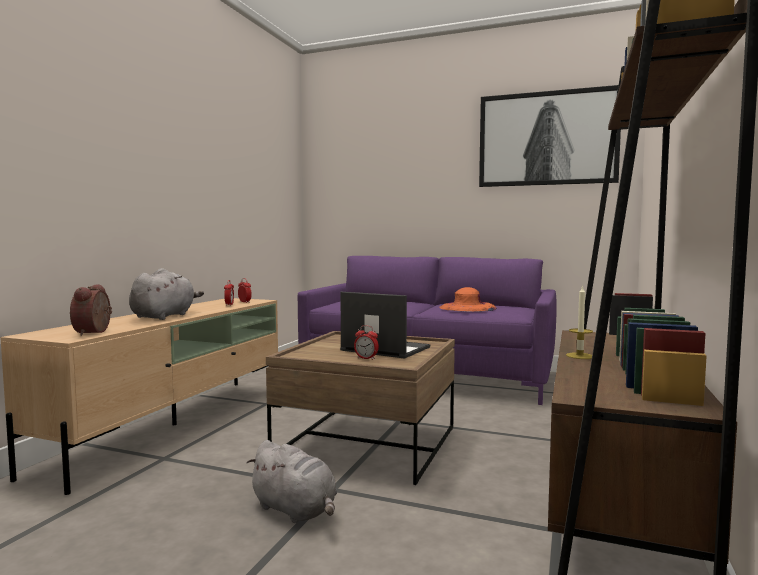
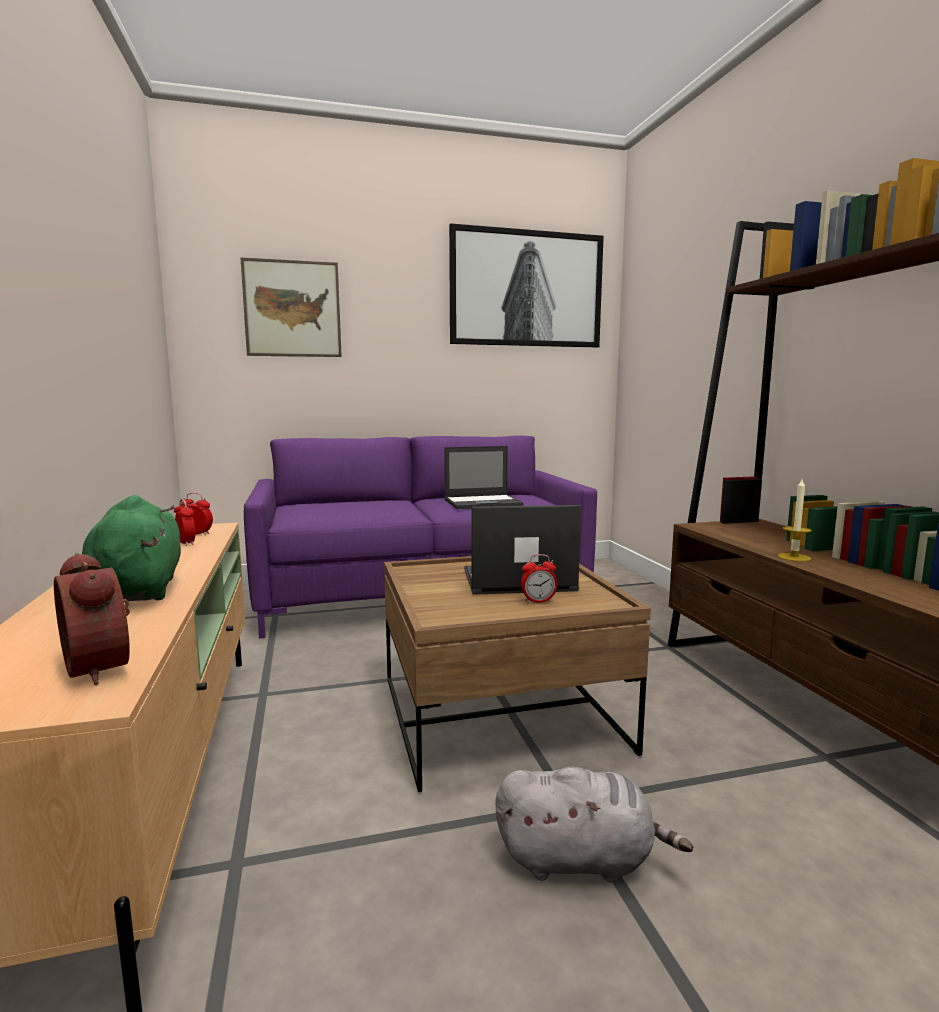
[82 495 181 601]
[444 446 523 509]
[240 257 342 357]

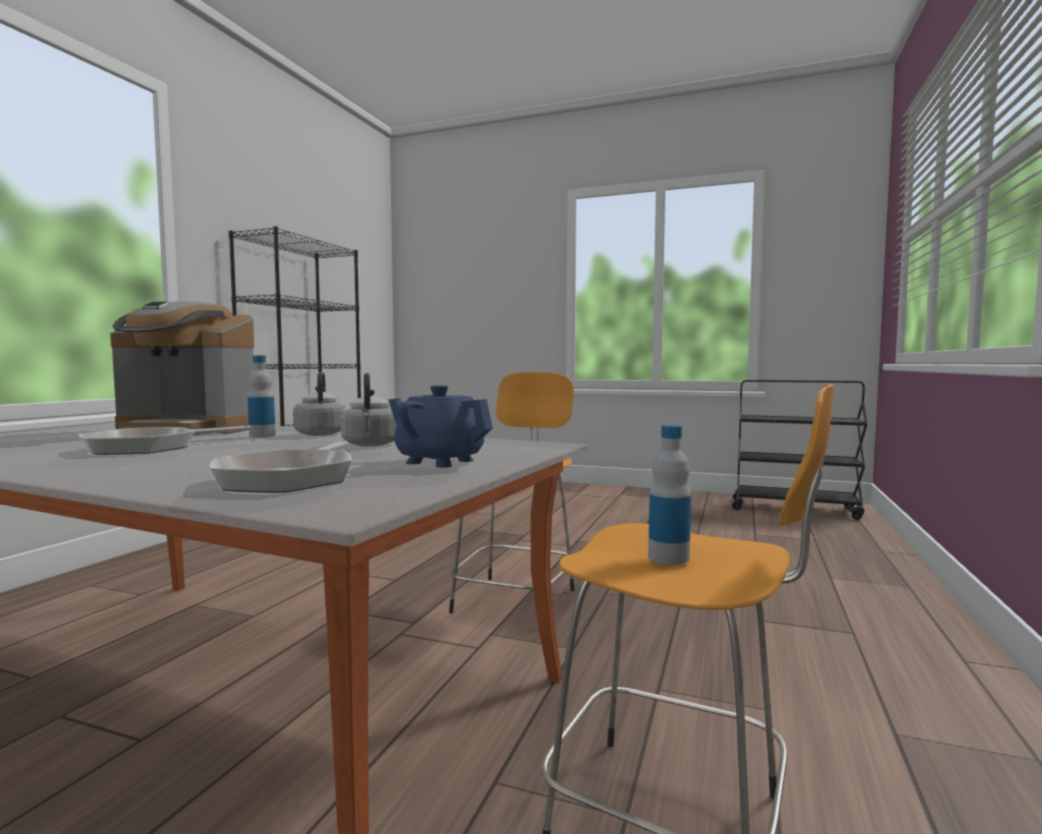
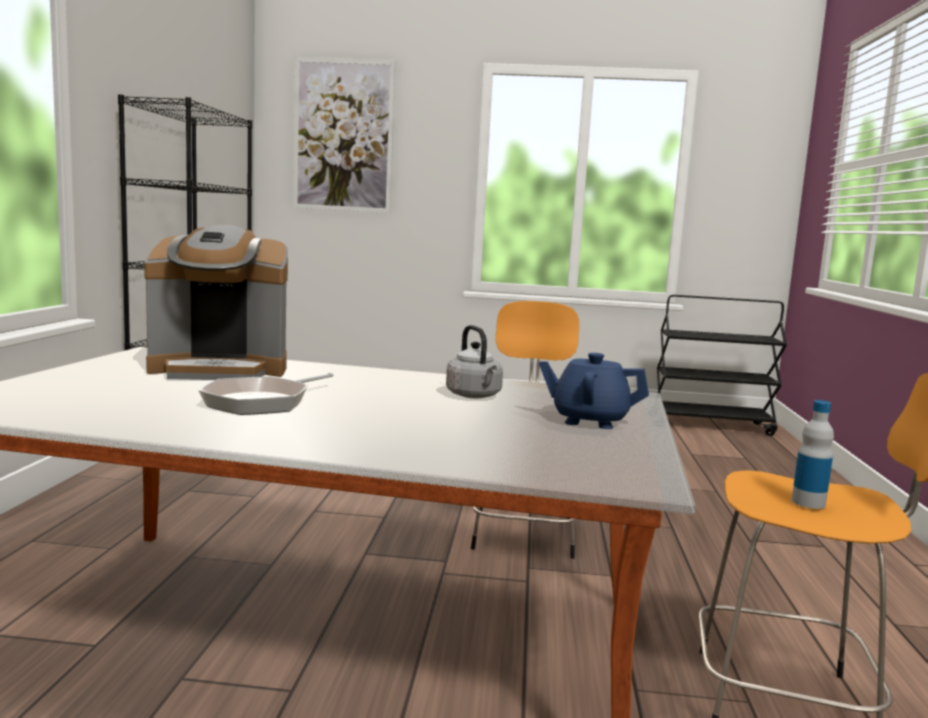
[209 441 352 493] (first image)
[248 355 276 438] (first image)
[293 372 346 436] (first image)
[293 57 396 213]

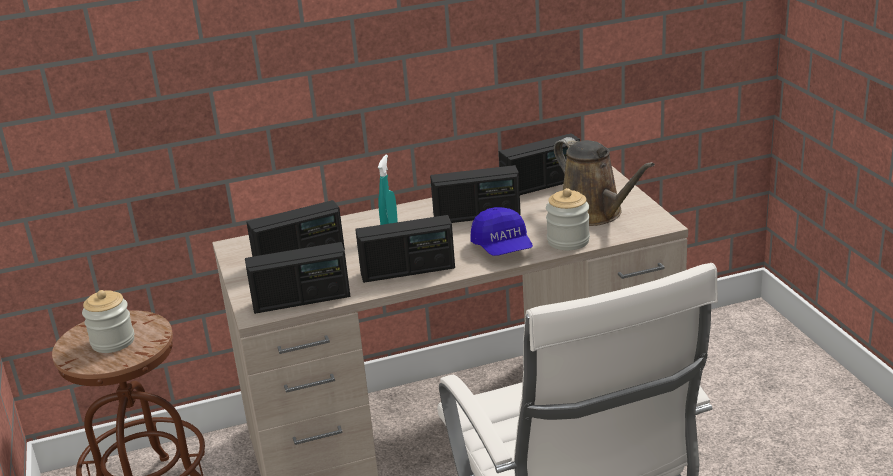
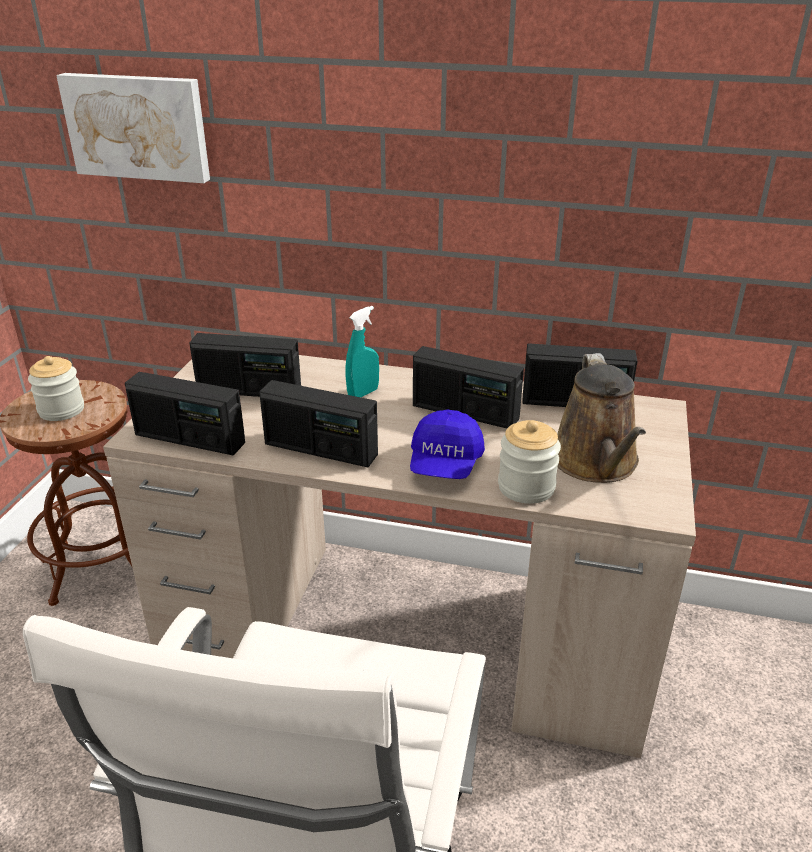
[56 73 210 183]

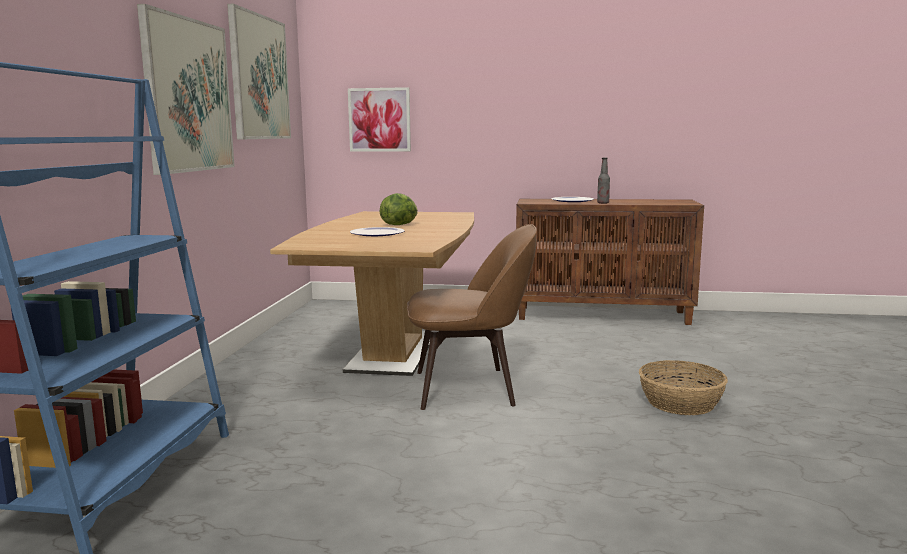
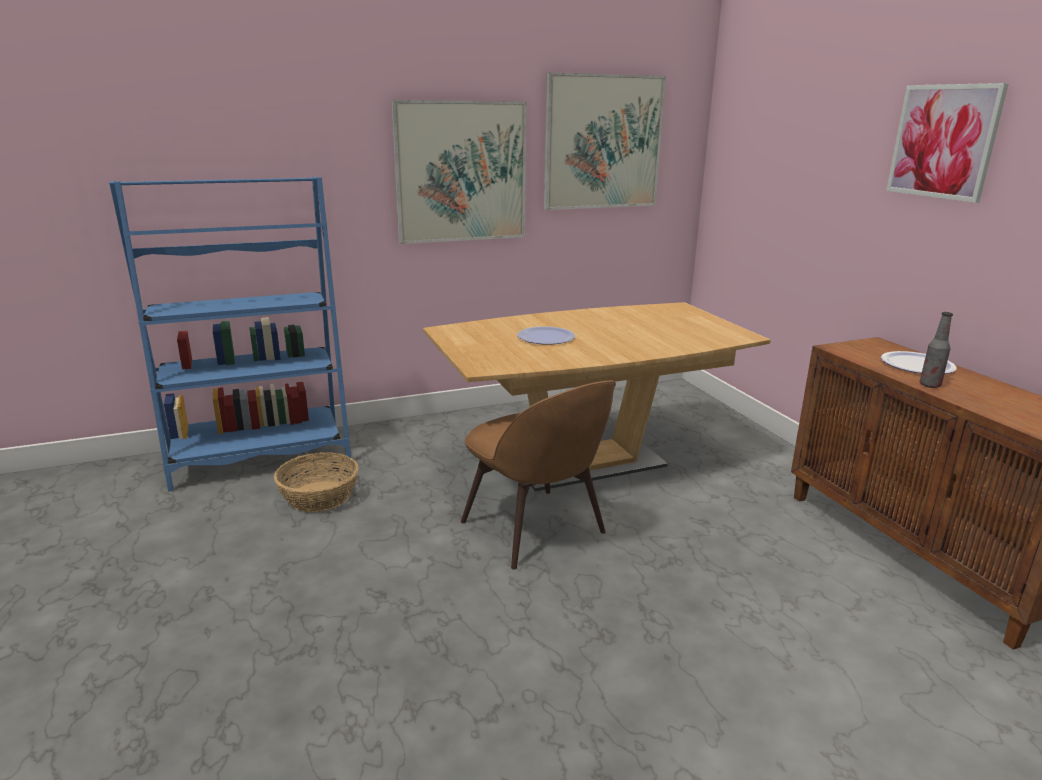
[886 83 1009 203]
[380 193 418 225] (first image)
[274 452 359 512]

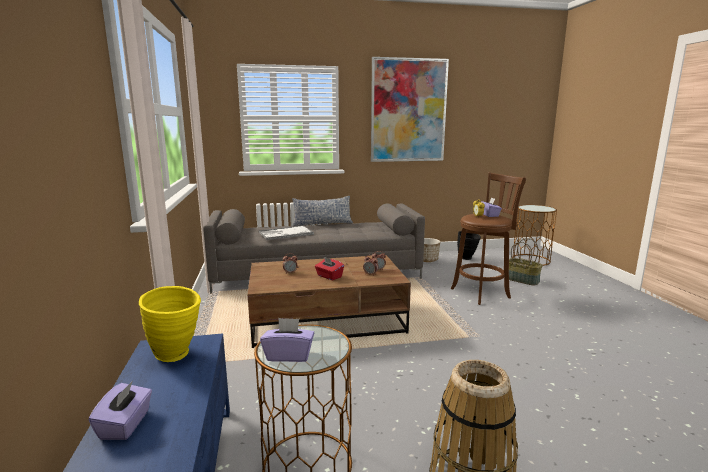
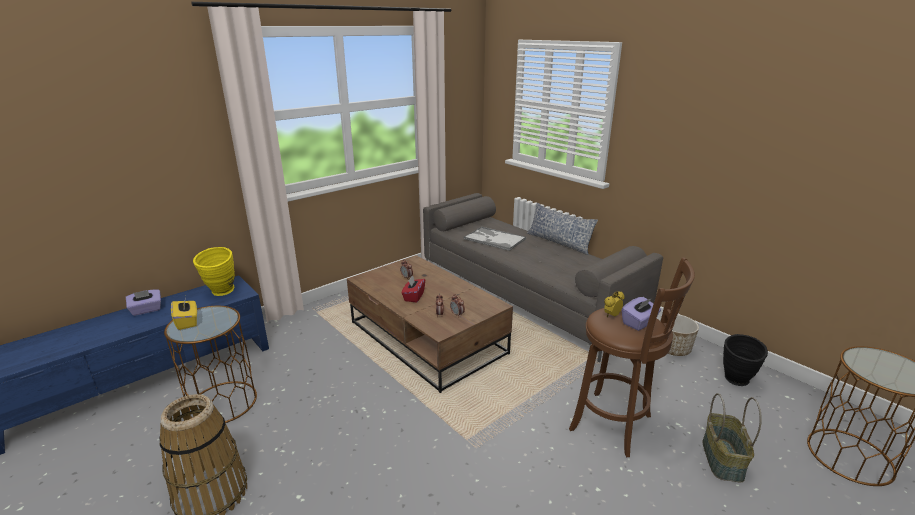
[171 297 197 330]
[371 57 449 162] (first image)

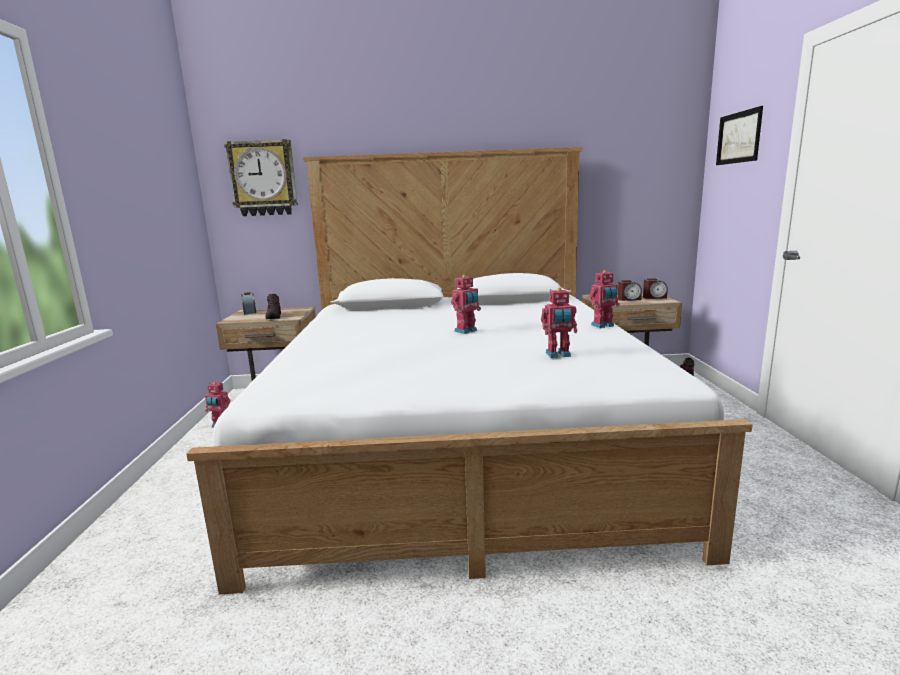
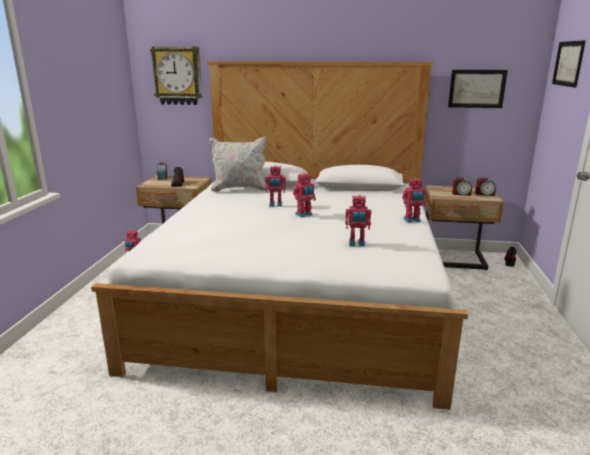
[209 137 268 192]
[265 165 286 207]
[448 70 508 108]

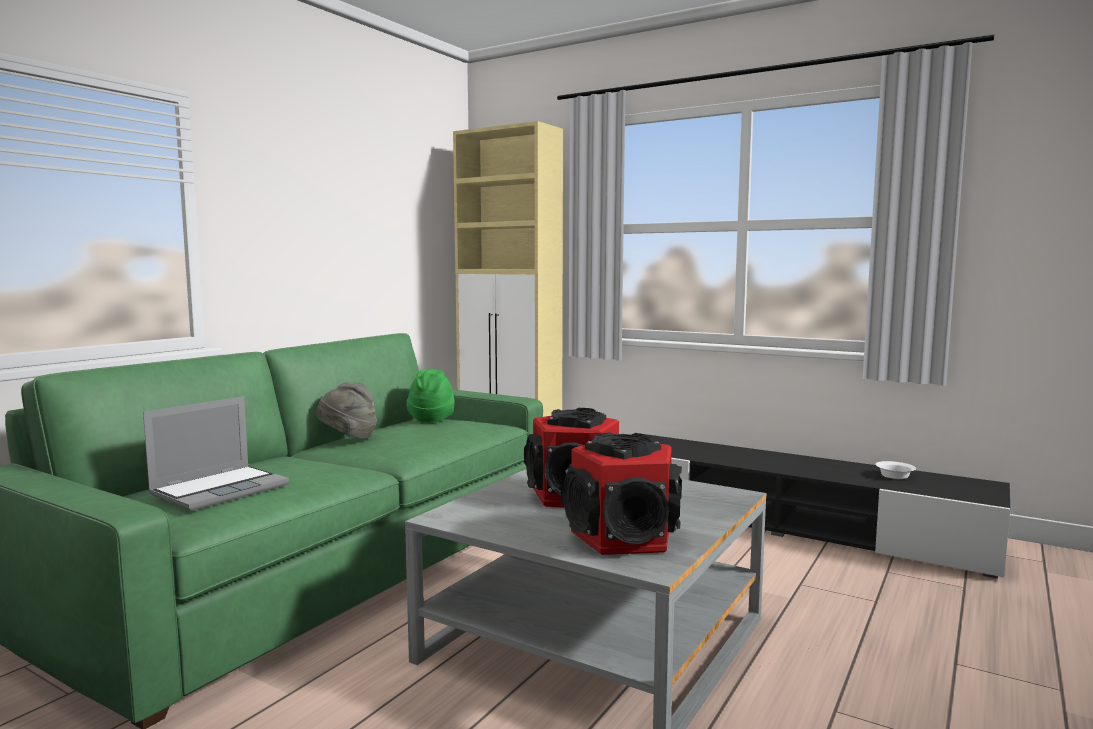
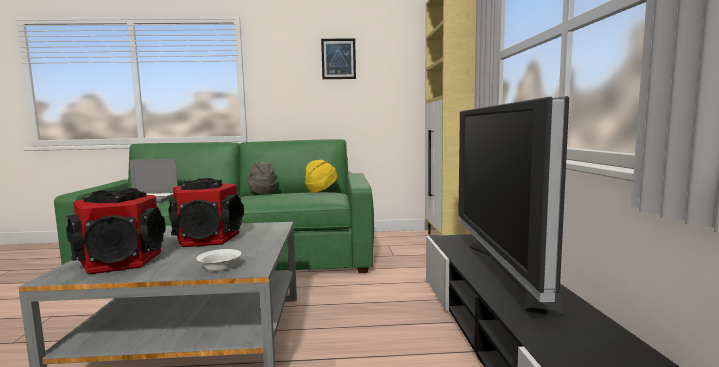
[305 160 338 193]
[196 249 241 271]
[321 38 356 79]
[458 96 569 316]

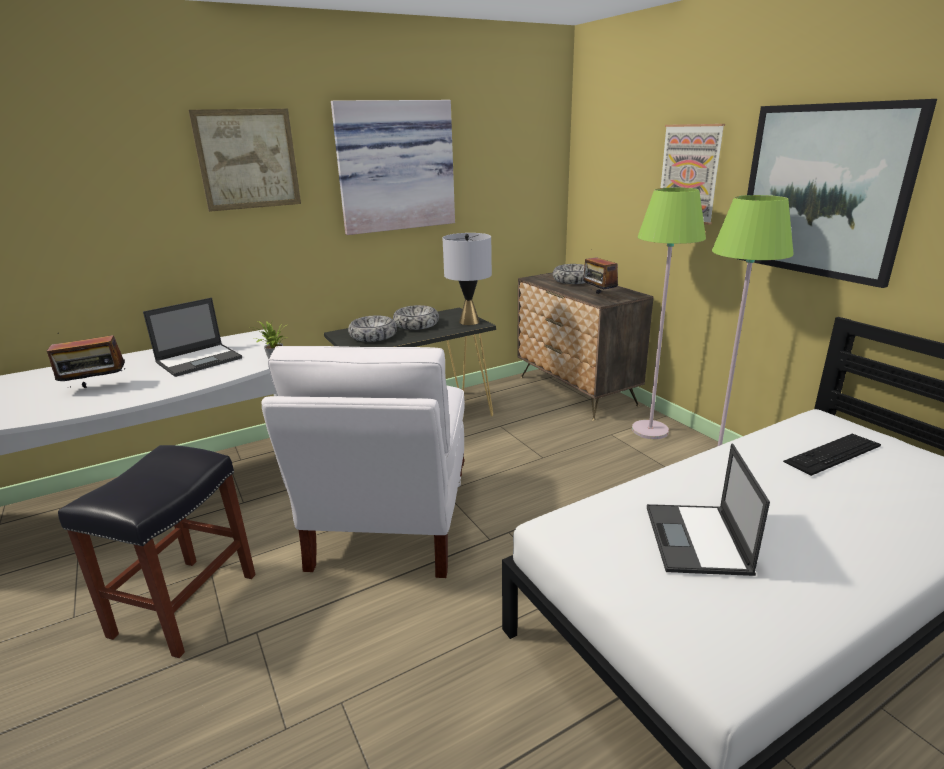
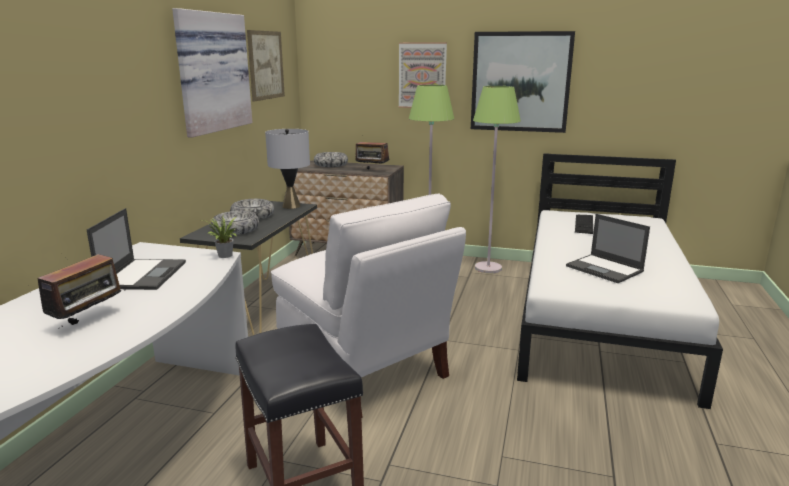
[247 30 285 101]

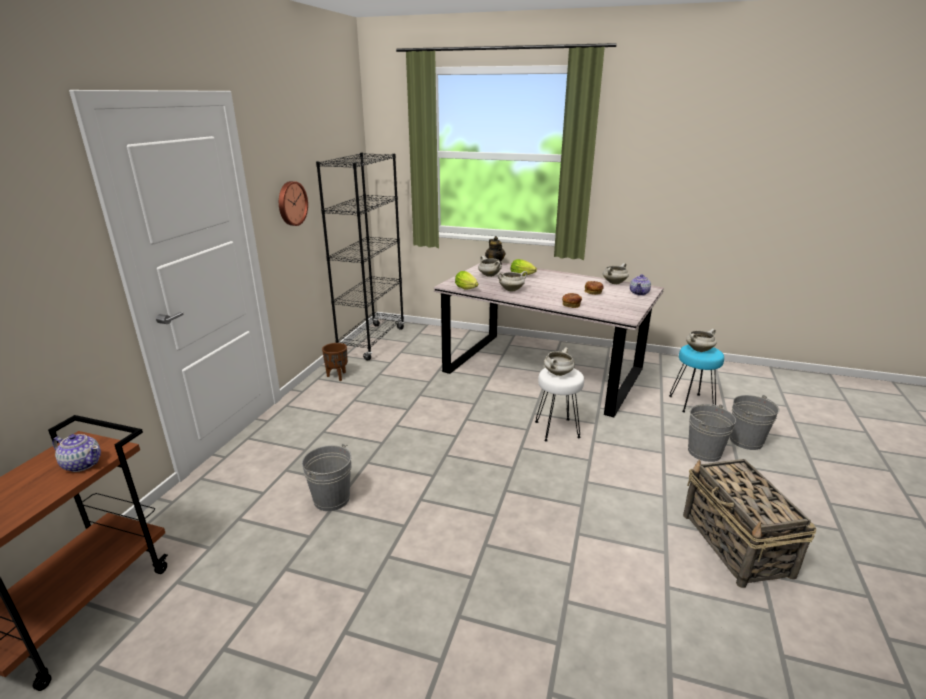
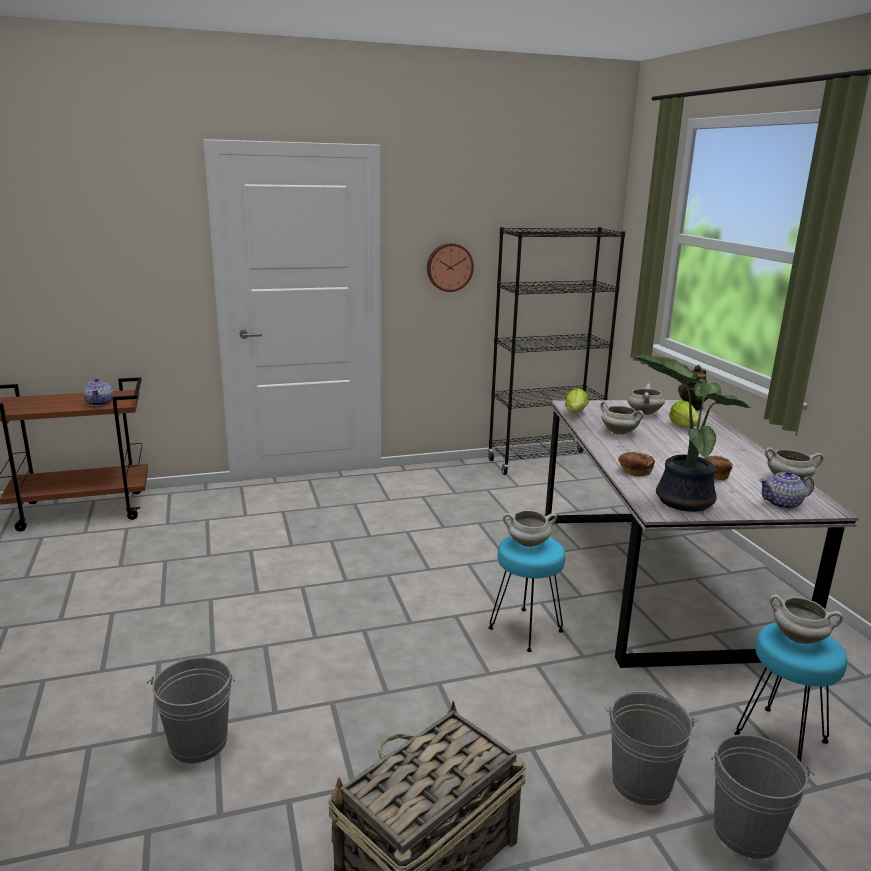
[147 657 235 763]
[322 343 348 381] (first image)
[488 536 565 652]
[634 355 753 512]

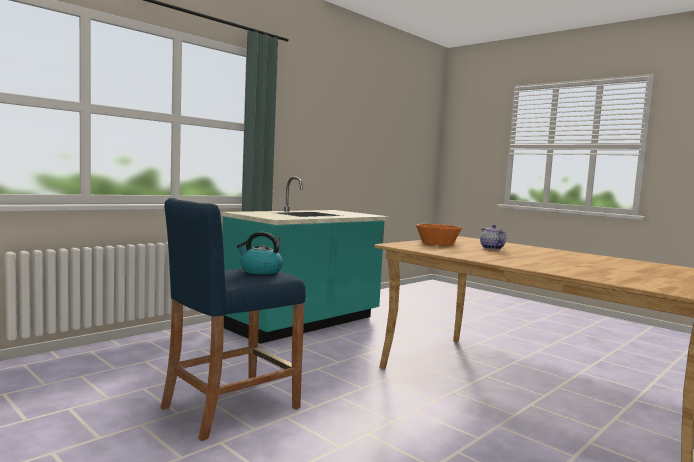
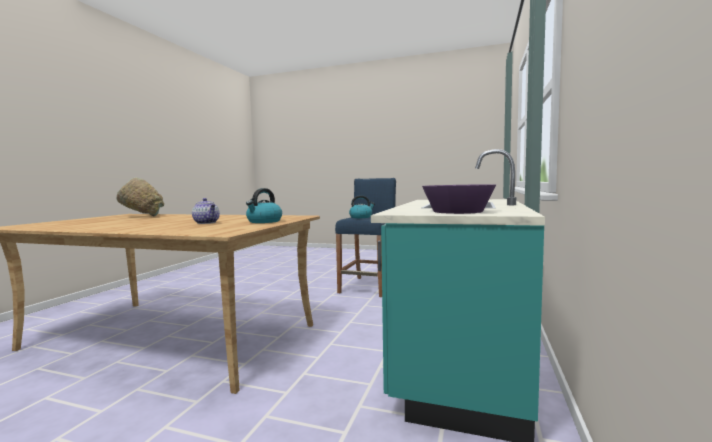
[246 188 282 223]
[116 178 164 216]
[422 184 496 214]

